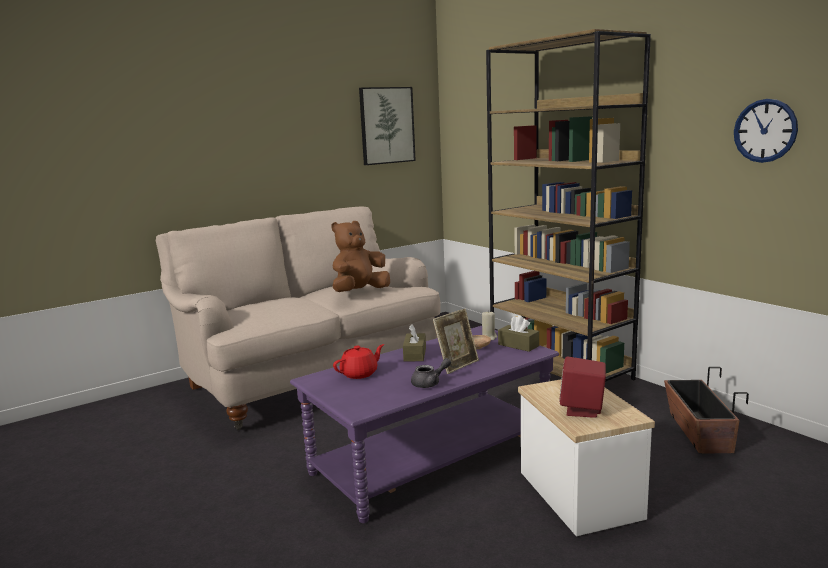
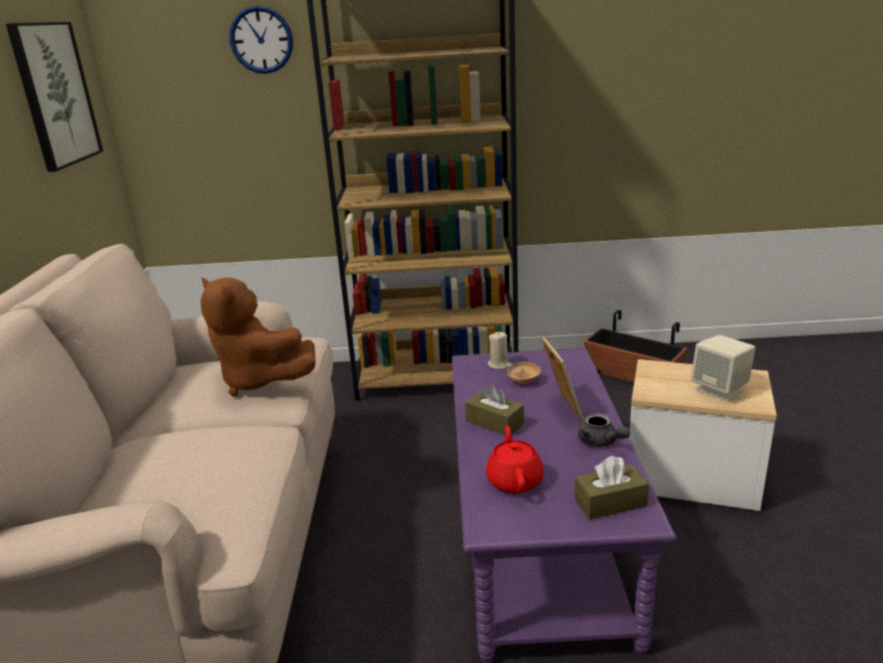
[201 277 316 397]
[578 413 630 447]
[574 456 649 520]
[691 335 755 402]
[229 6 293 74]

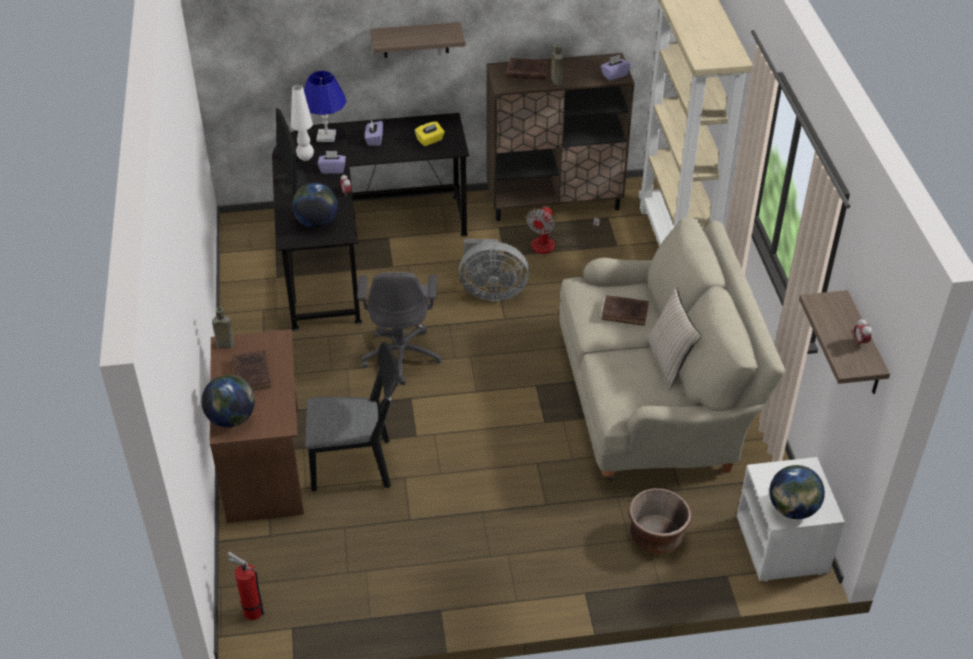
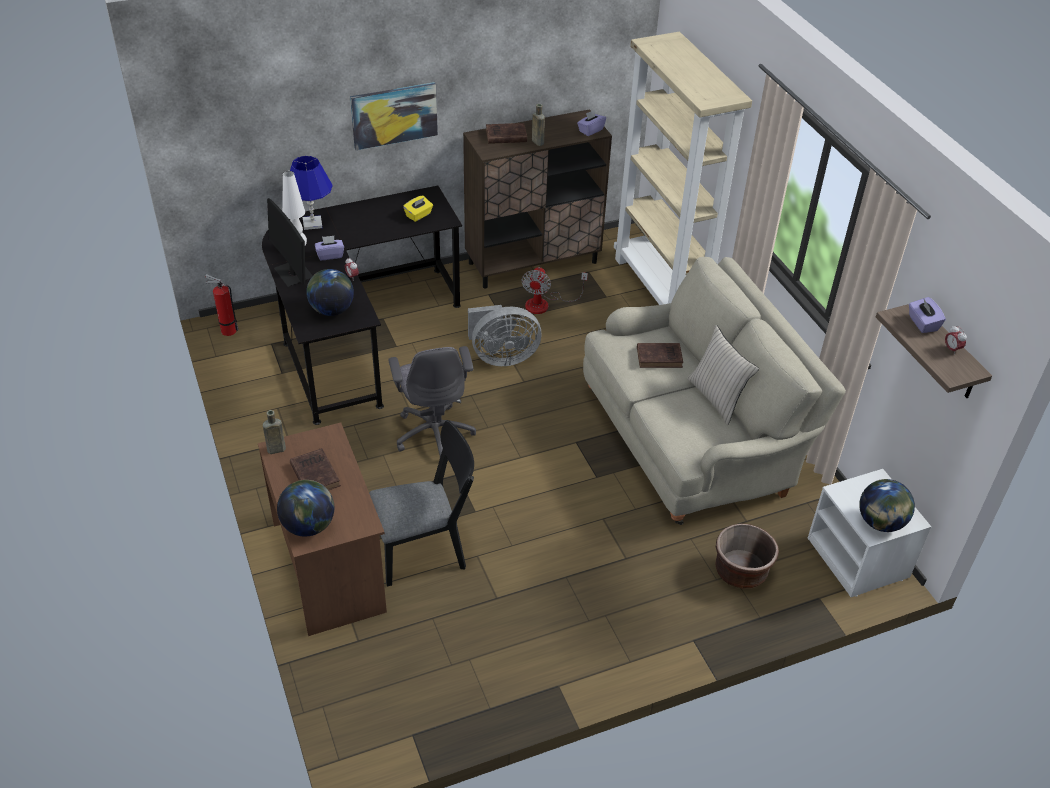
[205 274 238 336]
[909 297 946 333]
[350 82 438 150]

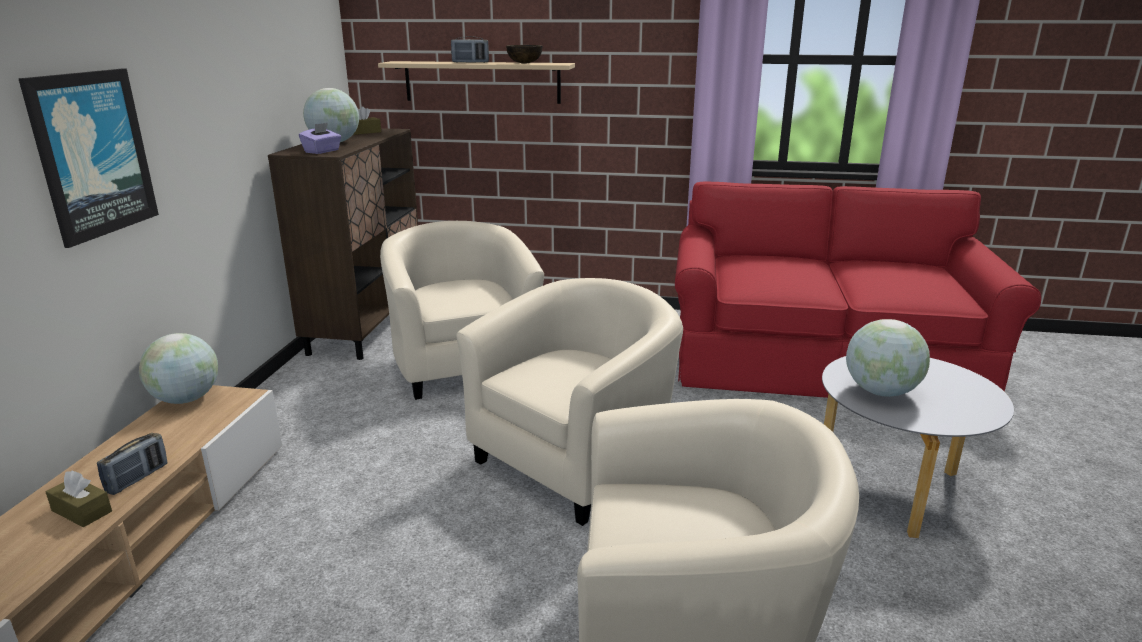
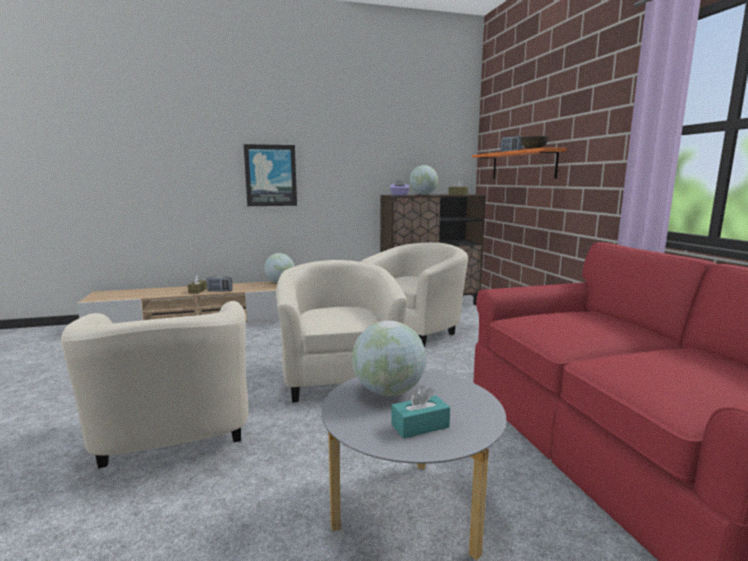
[472 147 567 179]
[276 260 407 403]
[391 386 450 439]

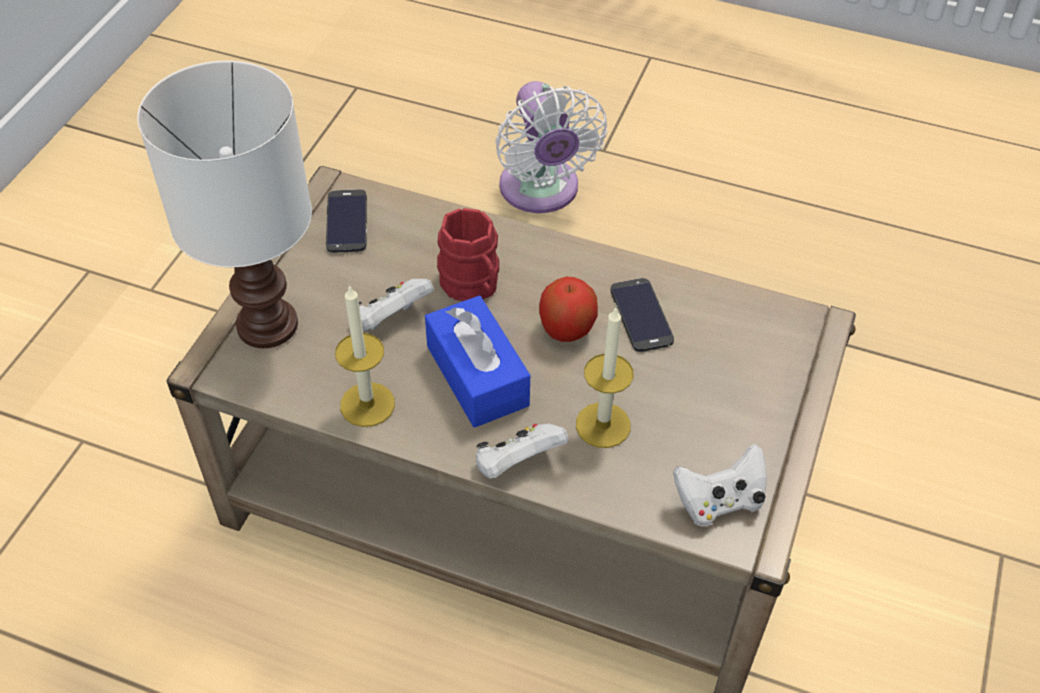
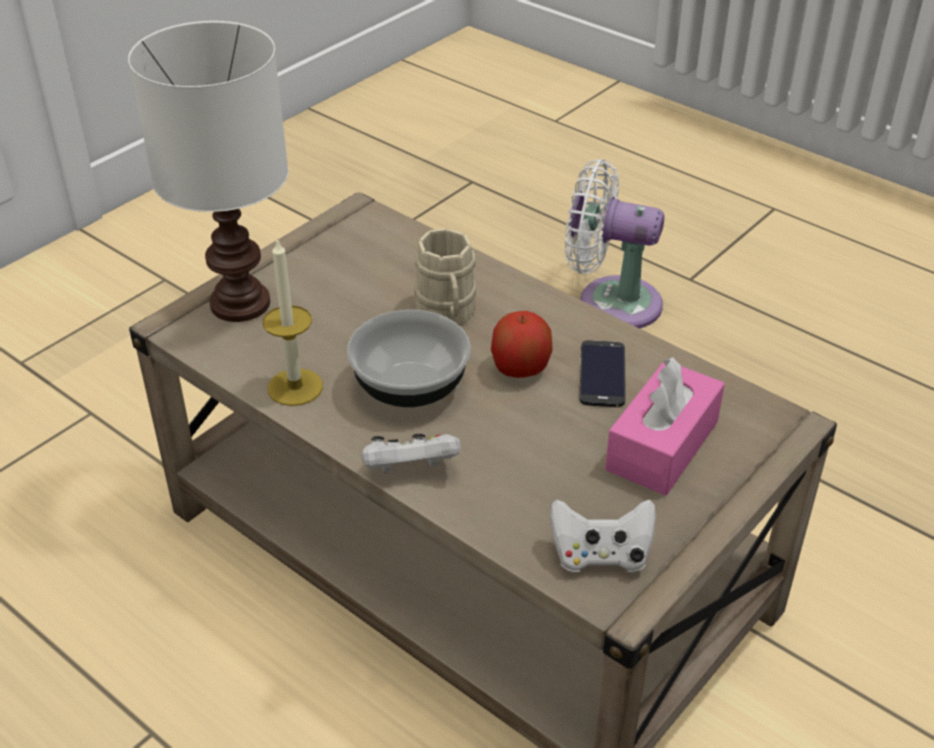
[326 189 367 253] (first image)
[359 279 434 331] (first image)
[347 310 471 407]
[414 228 476 326]
[565 159 664 329]
[576 306 633 448] (first image)
[605 357 725 496]

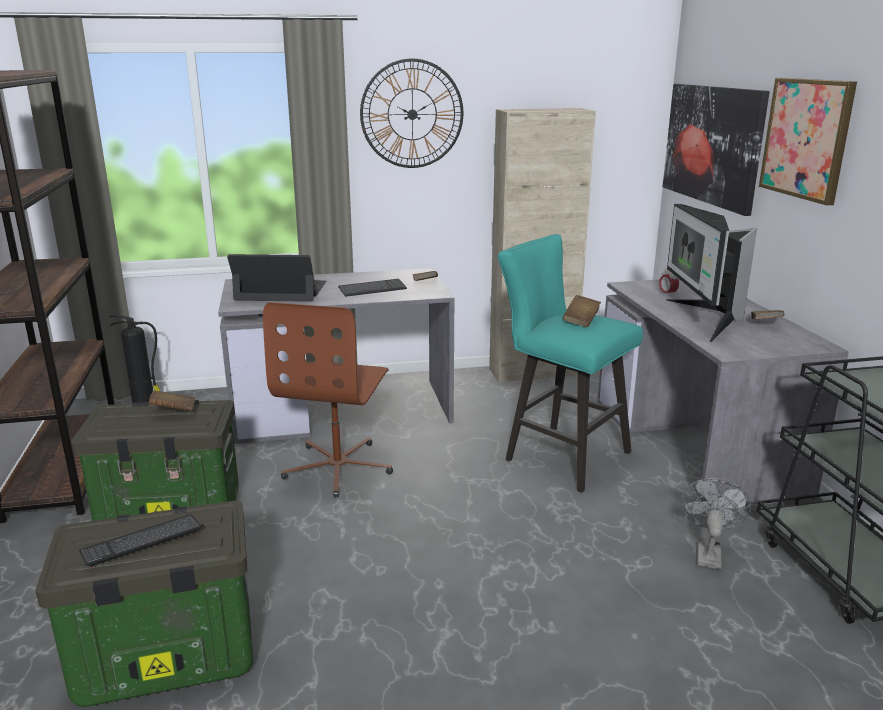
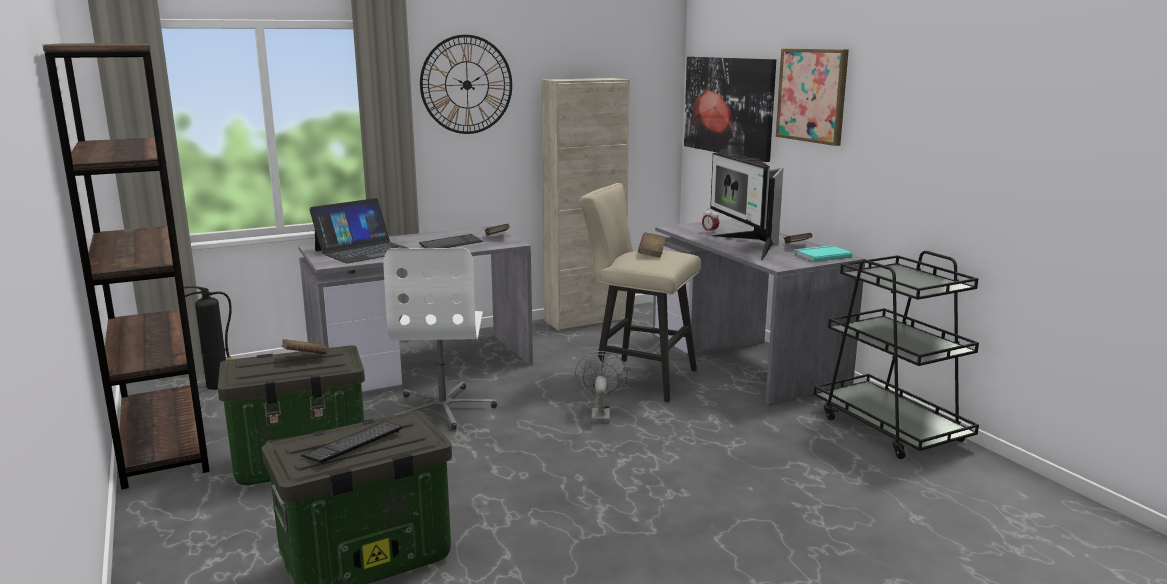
[309 198 407 263]
[384 248 497 430]
[580 183 701 402]
[575 351 628 423]
[794 245 853 262]

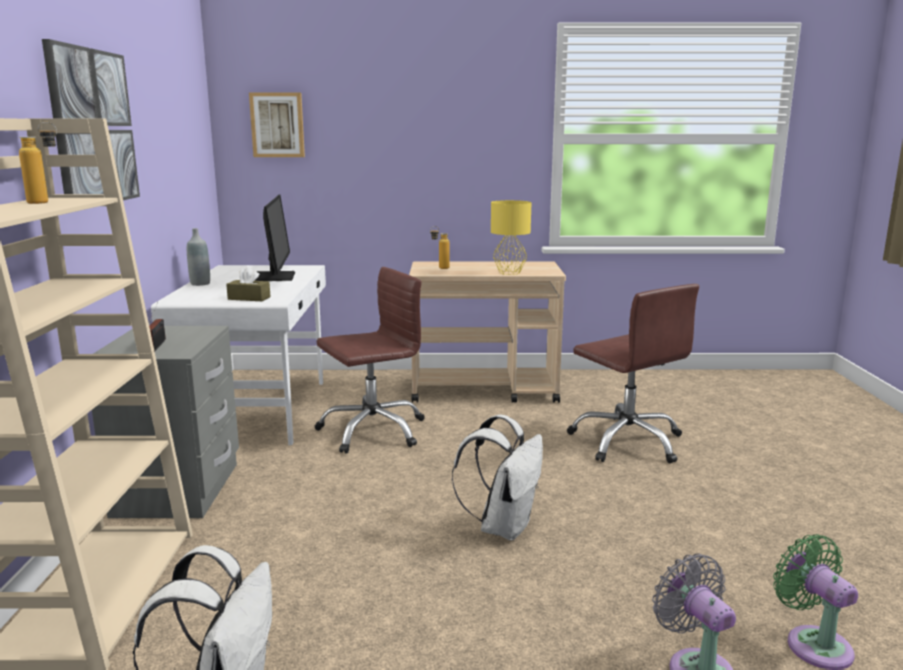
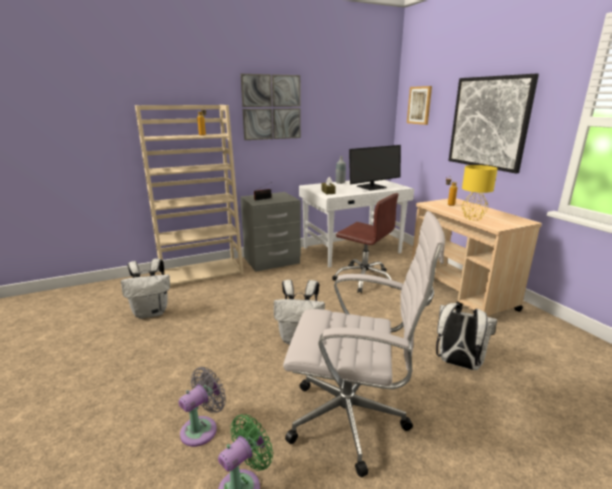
[436 303 497 370]
[283 211 445 477]
[448 74 539 173]

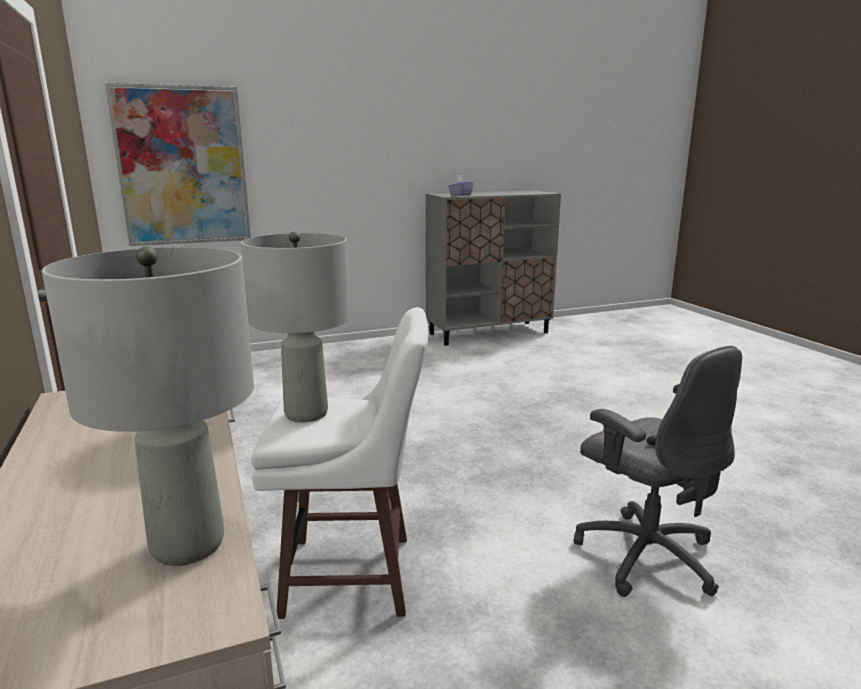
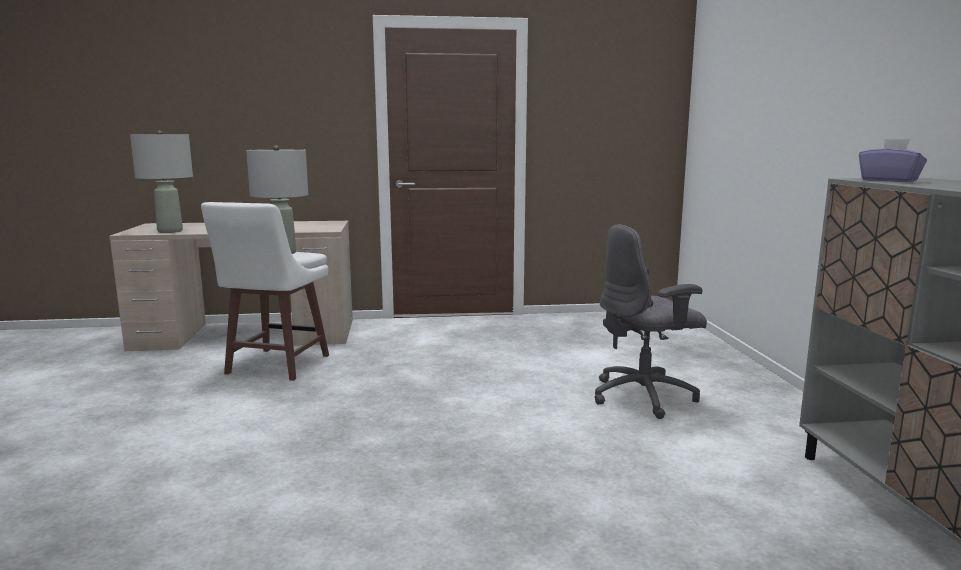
[105 83 251 246] (first image)
[595 224 707 419]

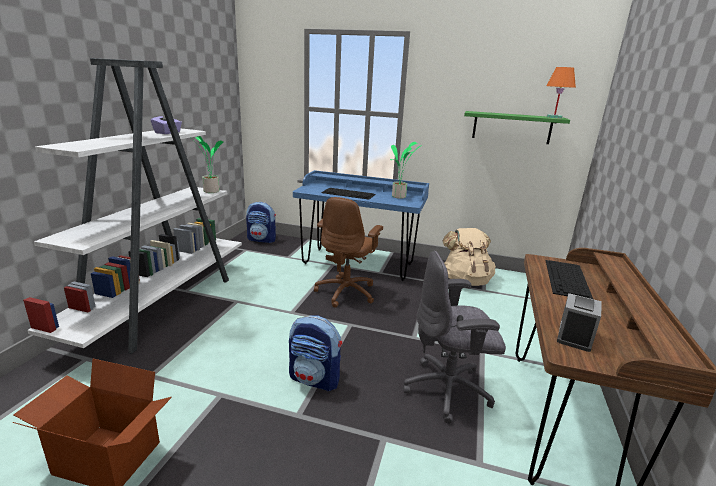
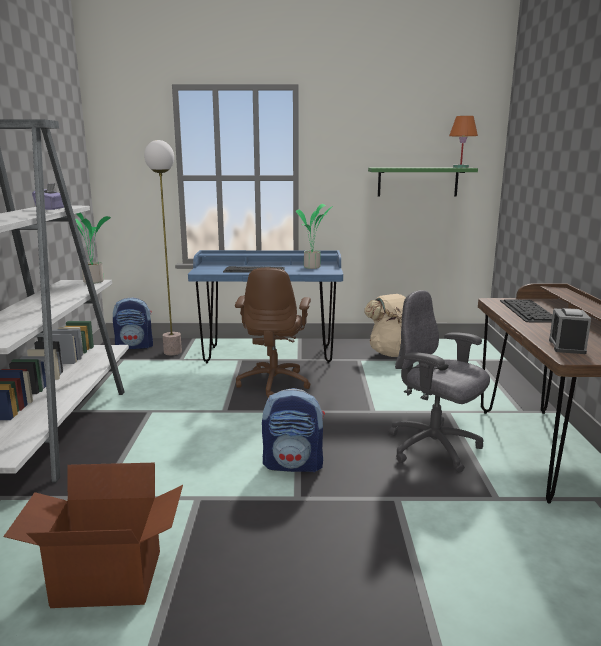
[389 290 490 473]
[144 140 182 355]

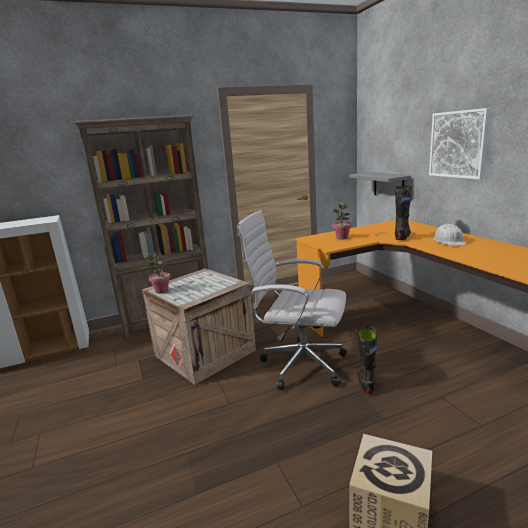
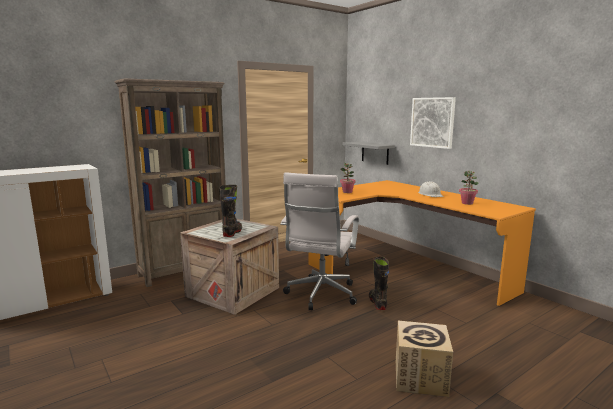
[459 171 479 205]
[280 172 359 310]
[219 185 242 237]

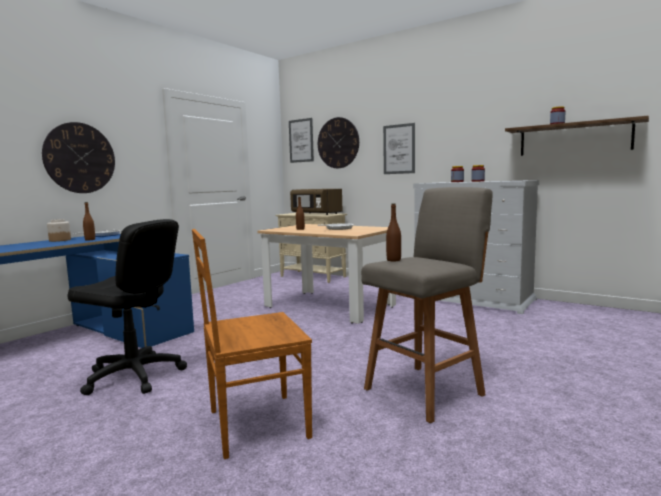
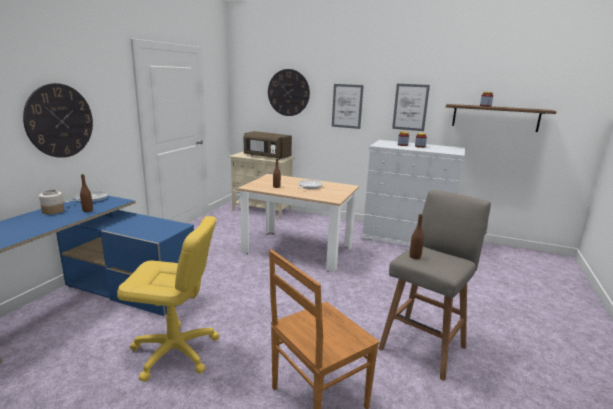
[117 216 220 382]
[392 84 430 131]

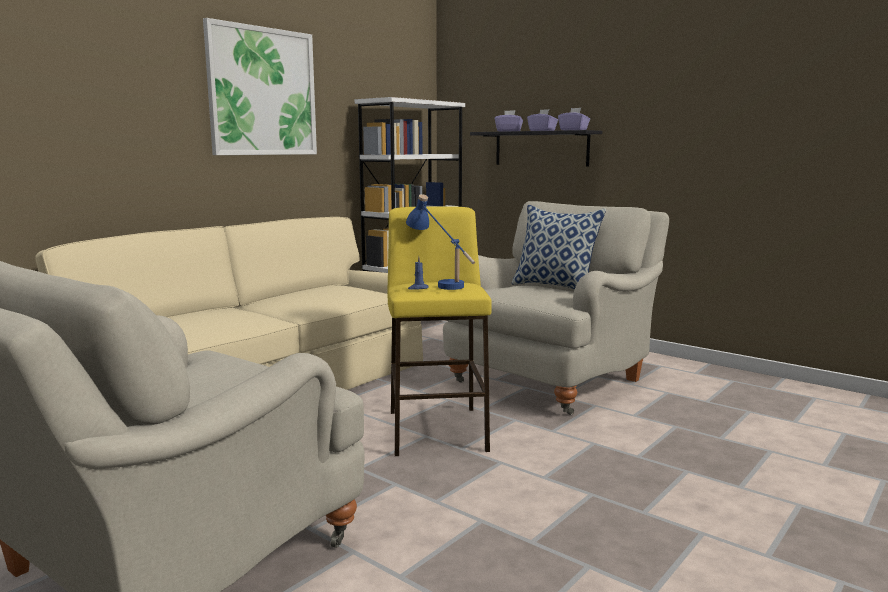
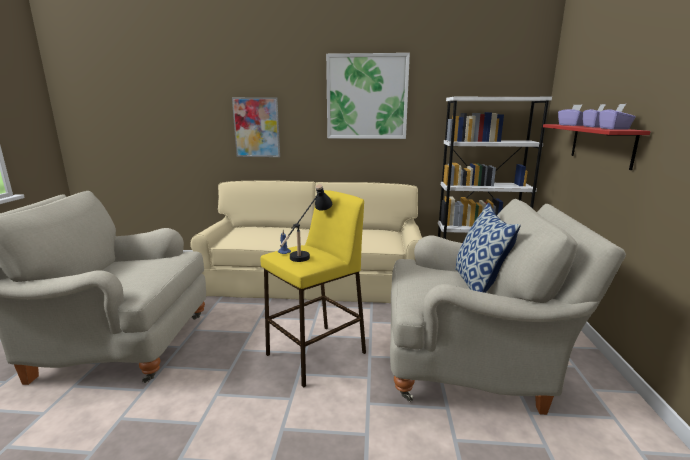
[280 184 332 262]
[543 124 651 170]
[232 98 280 157]

